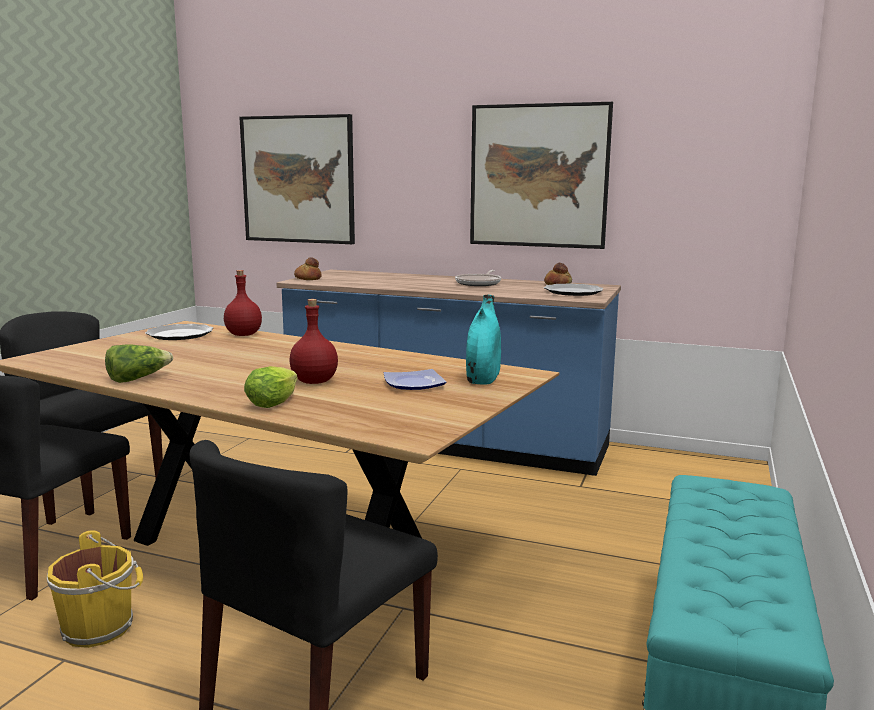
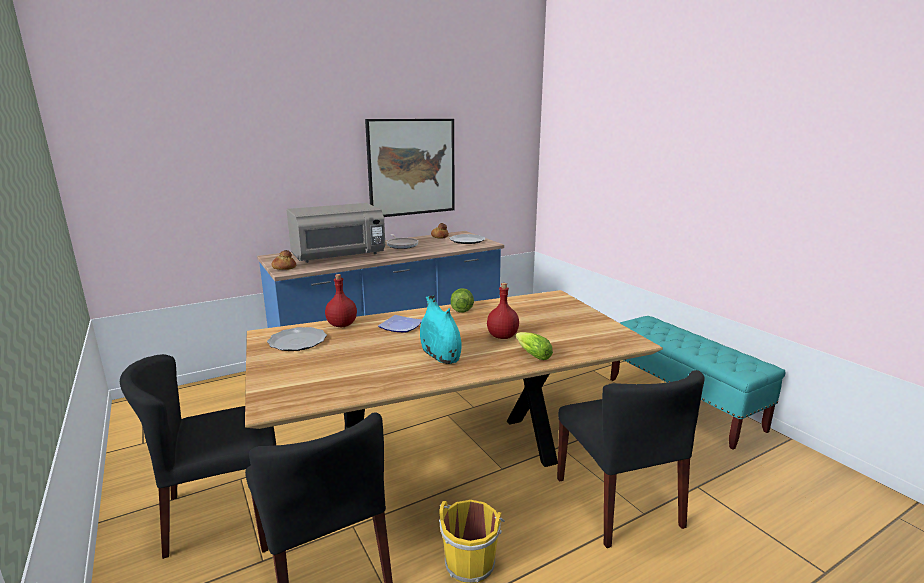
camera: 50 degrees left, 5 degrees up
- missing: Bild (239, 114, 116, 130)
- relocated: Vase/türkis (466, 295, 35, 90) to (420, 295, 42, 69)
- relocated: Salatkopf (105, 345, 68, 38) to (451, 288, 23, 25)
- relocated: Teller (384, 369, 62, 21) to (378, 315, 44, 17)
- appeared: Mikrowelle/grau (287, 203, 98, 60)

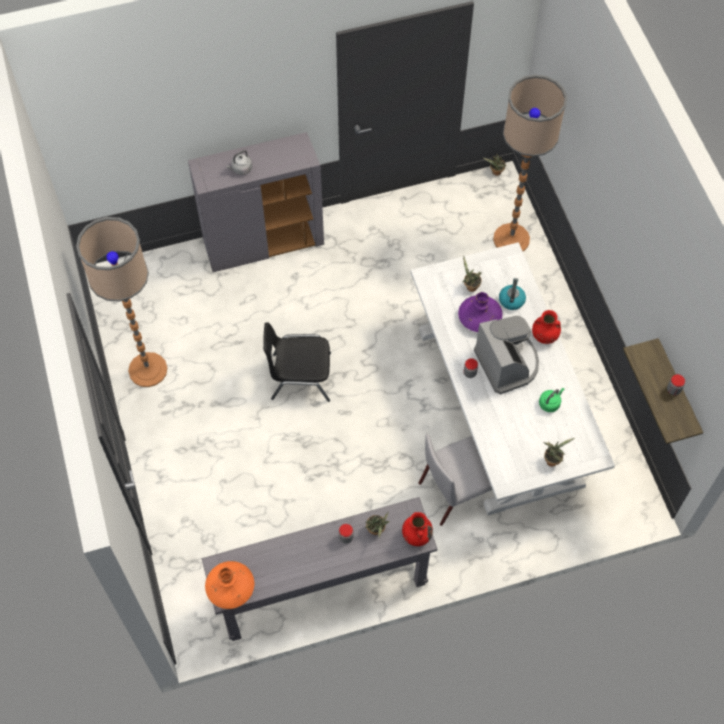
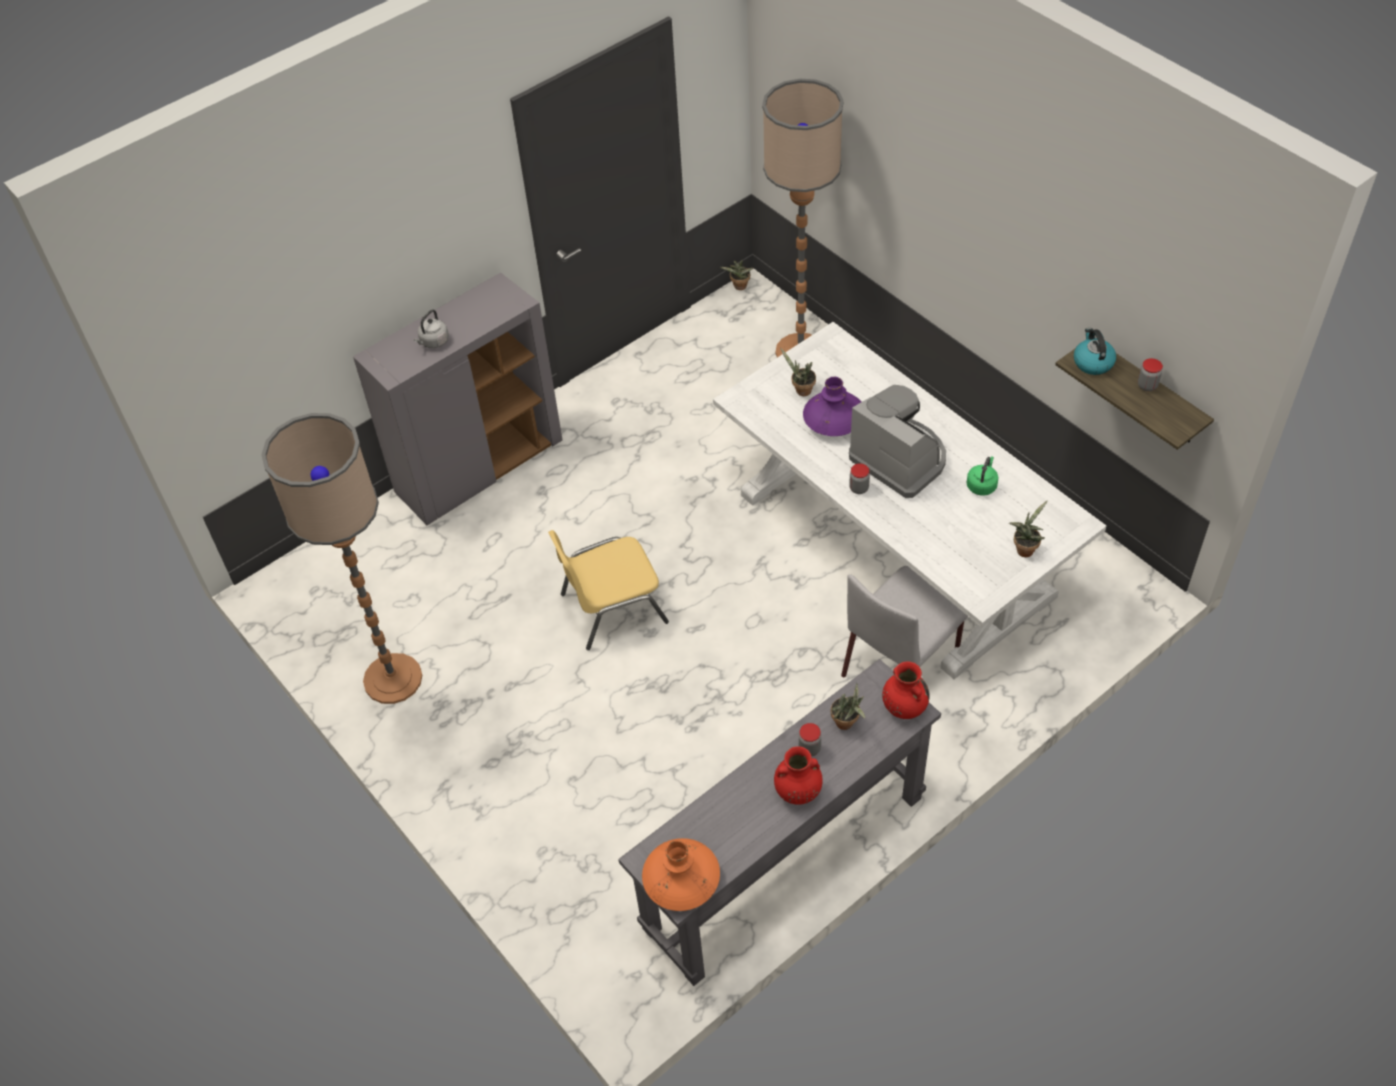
camera: 20 degrees left, 10 degrees down
- relocated: Wasserkessel (499, 278, 27, 32) to (1074, 328, 42, 47)
- relocated: Vase/rot (532, 310, 29, 34) to (774, 746, 49, 59)
- colour: Stuhl/schwarz (263, 322, 68, 80) to Stuhl/gelb (548, 530, 121, 120)

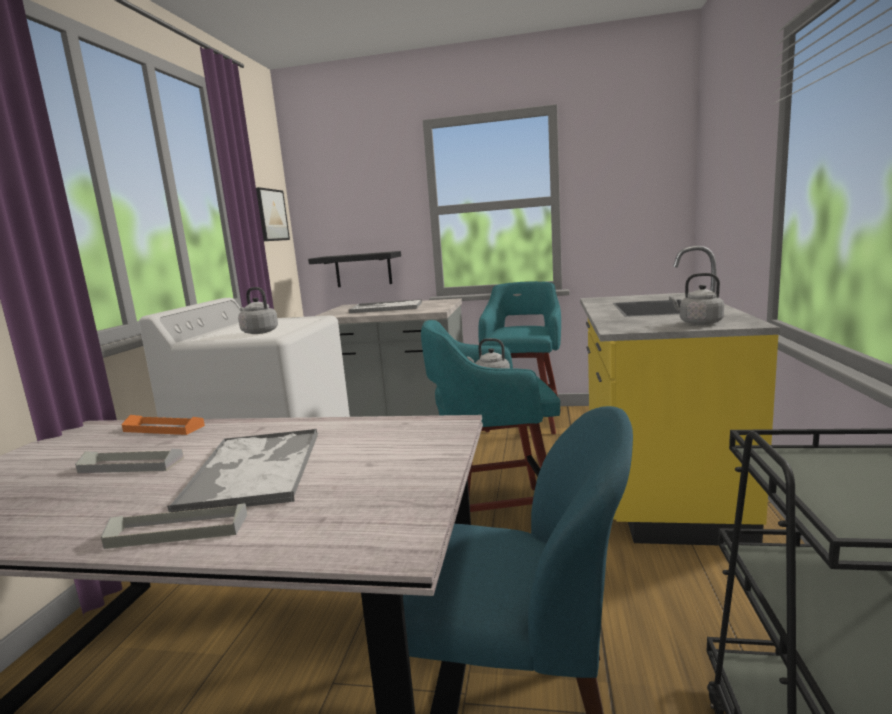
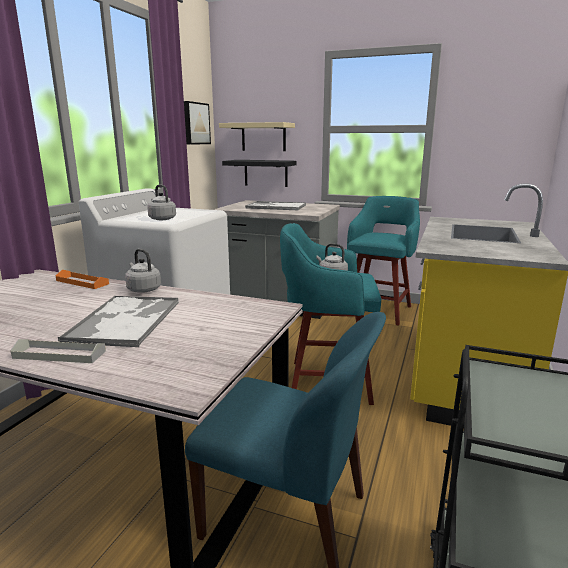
camera: 10 degrees right, 5 degrees up
- relocated: Wasserkessel/grau (669, 273, 55, 52) to (125, 249, 36, 44)
- missing: Tablett/grau (75, 449, 109, 24)
- appeared: Wandregal/beige (219, 122, 76, 29)

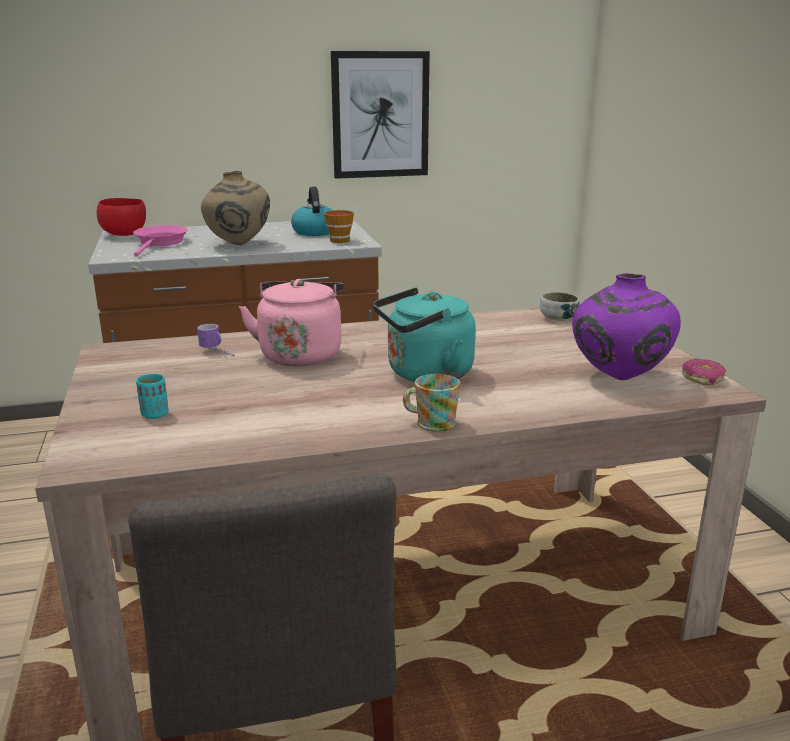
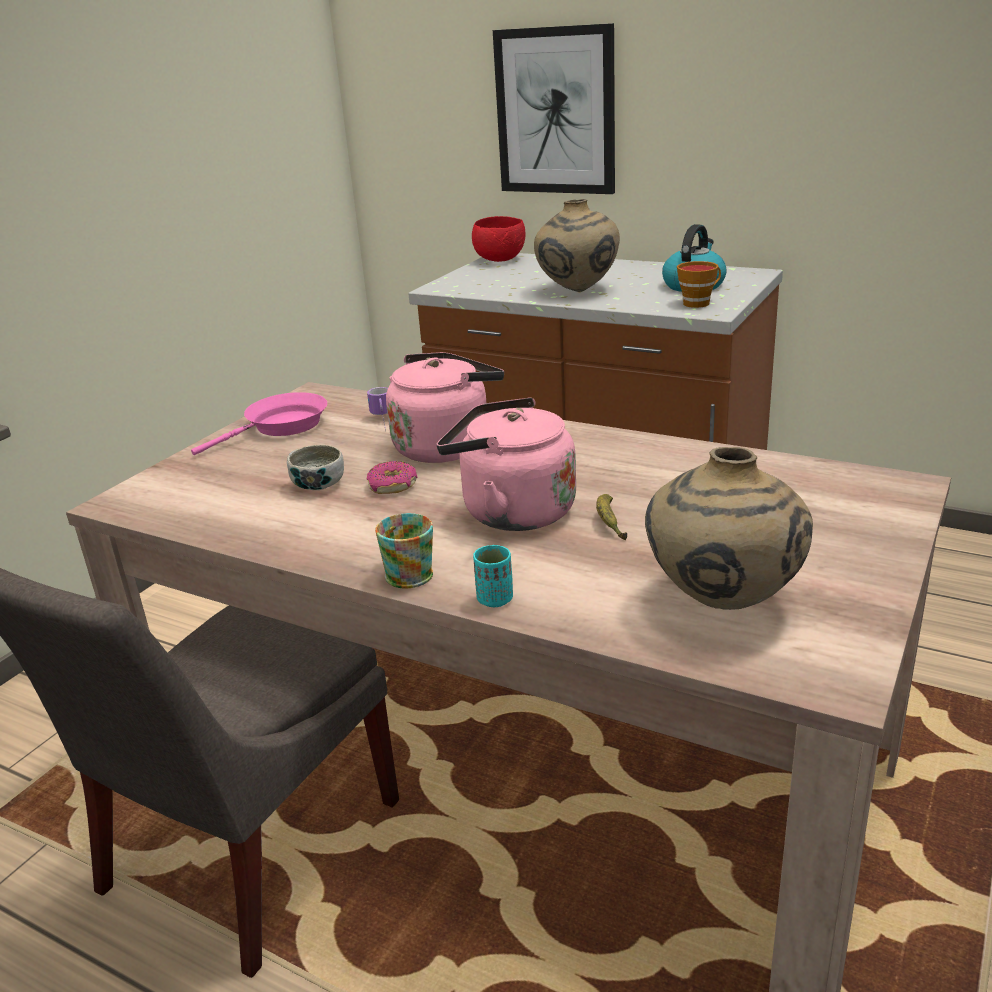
camera: 45 degrees right, 5 degrees up
- relocated: Bild (331, 51, 99, 128) to (493, 23, 122, 171)
- relocated: Pfanne/rosa (133, 225, 55, 32) to (191, 392, 136, 63)
- colour: Vase/lila (572, 273, 109, 107) to Vase/beige (645, 447, 168, 163)
- colour: Wasserkessel/türkis (373, 287, 103, 95) to Wasserkessel/rosa (436, 397, 140, 134)
- relocated: Schüssel (540, 292, 40, 29) to (287, 445, 57, 45)
- relocated: Donut (682, 359, 44, 26) to (367, 461, 50, 33)
- relocated: Tasse/türkis (136, 374, 33, 45) to (473, 545, 40, 62)
- appeared: Banane (596, 494, 31, 46)

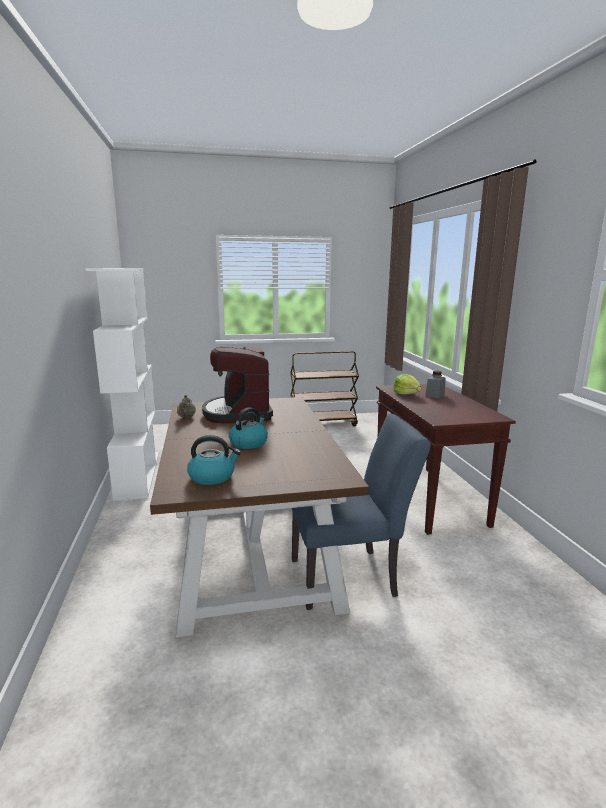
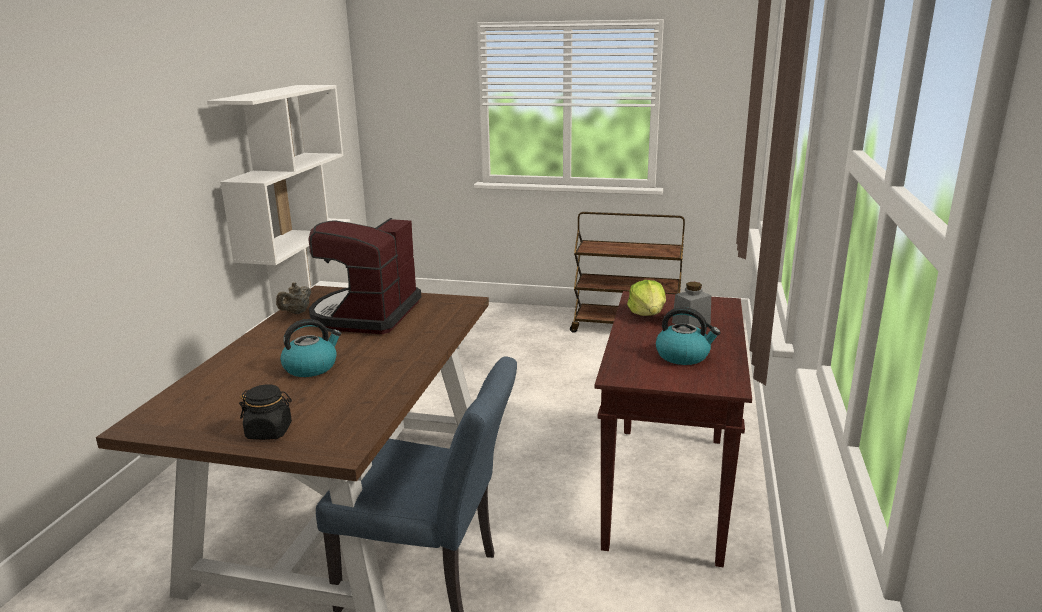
camera: 25 degrees right, 5 degrees up
- relocated: Wasserkessel (187, 435, 54, 50) to (656, 307, 65, 58)
- appeared: Vorratsglas/schwarz (239, 384, 53, 56)

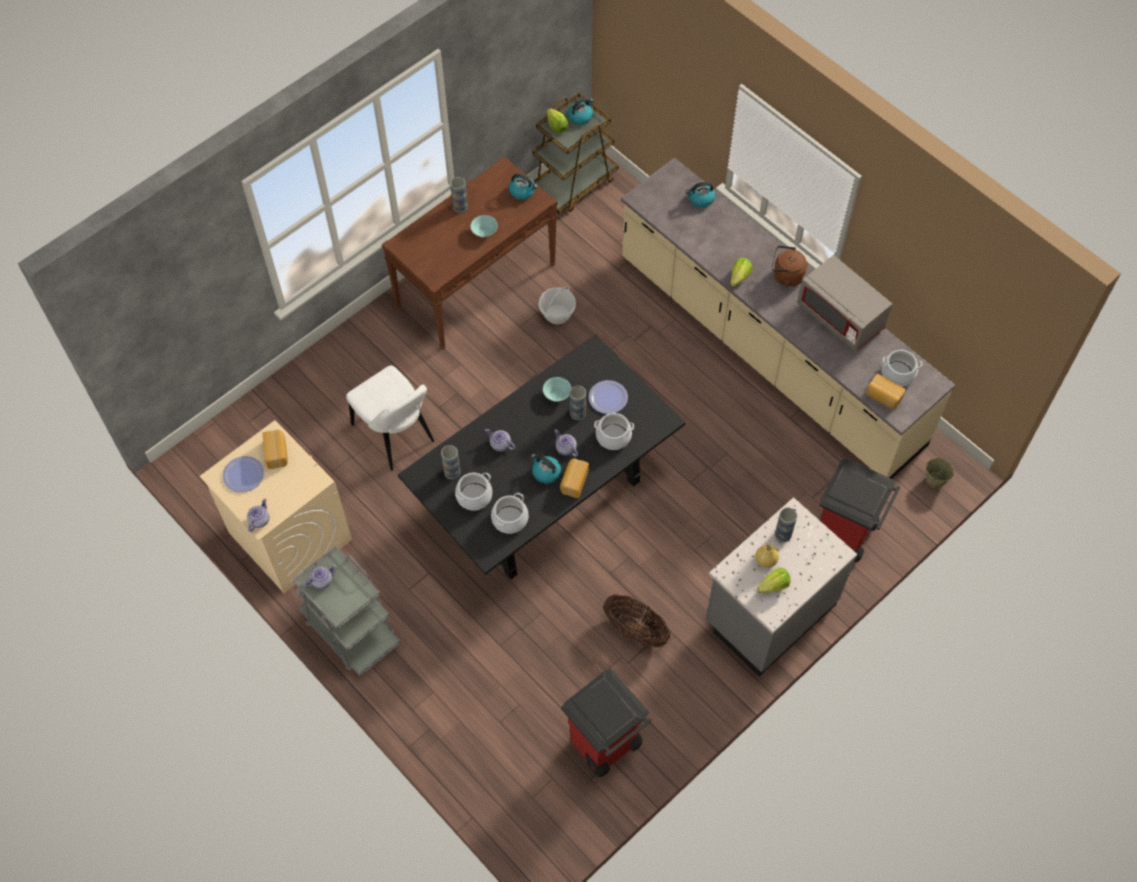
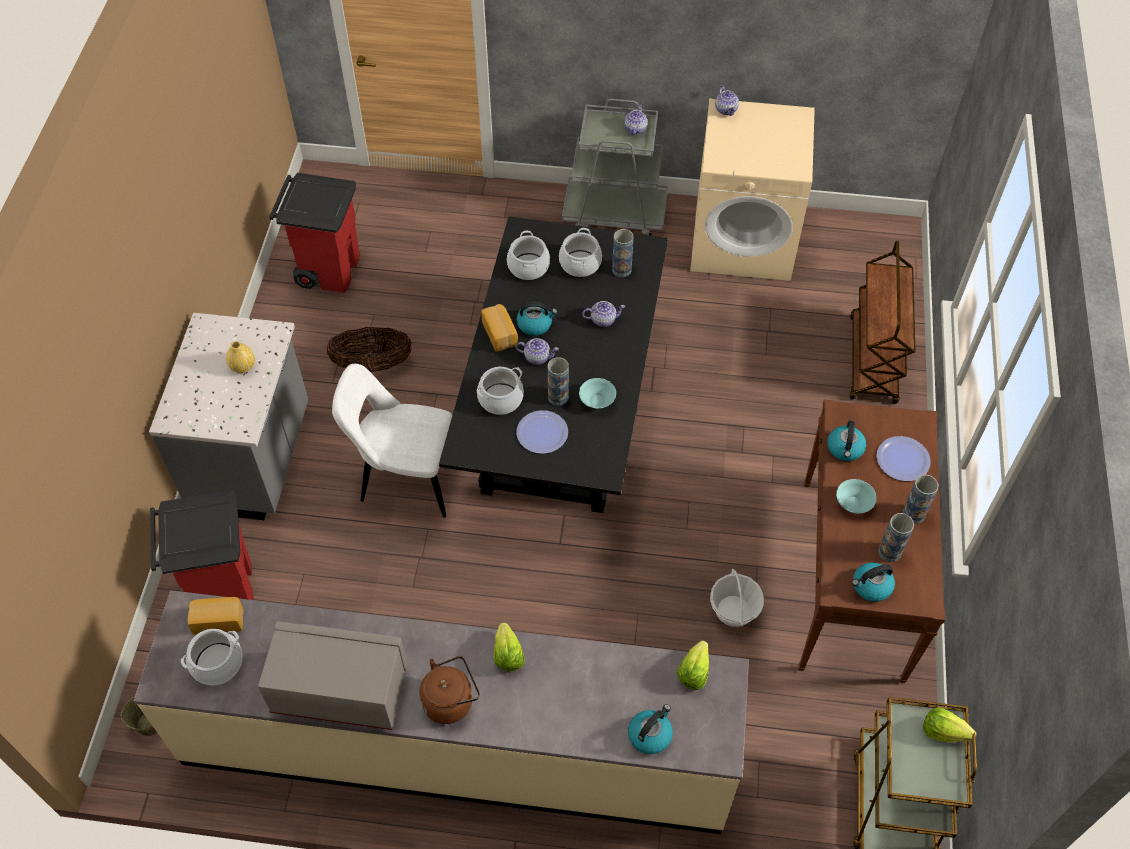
camera: 140 degrees right, 5 degrees down
- relocated: Wasserkessel (568, 98, 26, 27) to (827, 420, 39, 41)
- relocated: Stuhl/weiß (346, 365, 88, 106) to (332, 364, 120, 154)
- missing: Brot (262, 430, 26, 39)
- relocated: Teller (223, 456, 41, 37) to (876, 436, 55, 45)
- relocated: Vase (775, 507, 22, 35) to (878, 513, 36, 49)
- relocated: Salatkopf (757, 568, 33, 25) to (677, 640, 32, 50)
- appeared: Rollwagen/braun (849, 241, 66, 163)

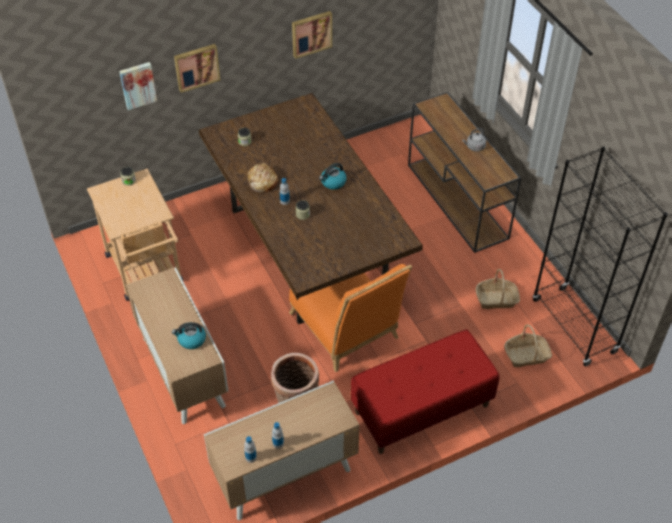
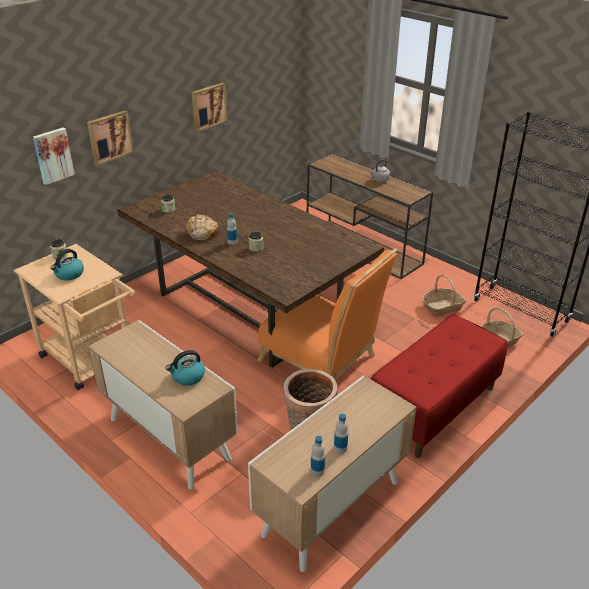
camera: 20 degrees left, 15 degrees down
- relocated: Wasserkessel (319, 163, 28, 27) to (51, 249, 33, 32)

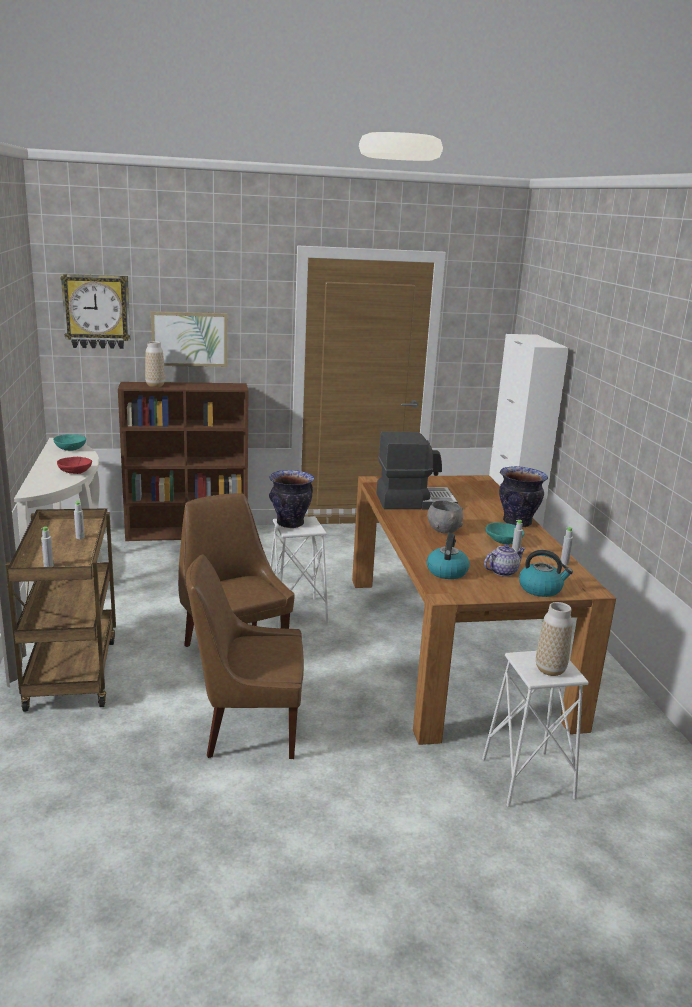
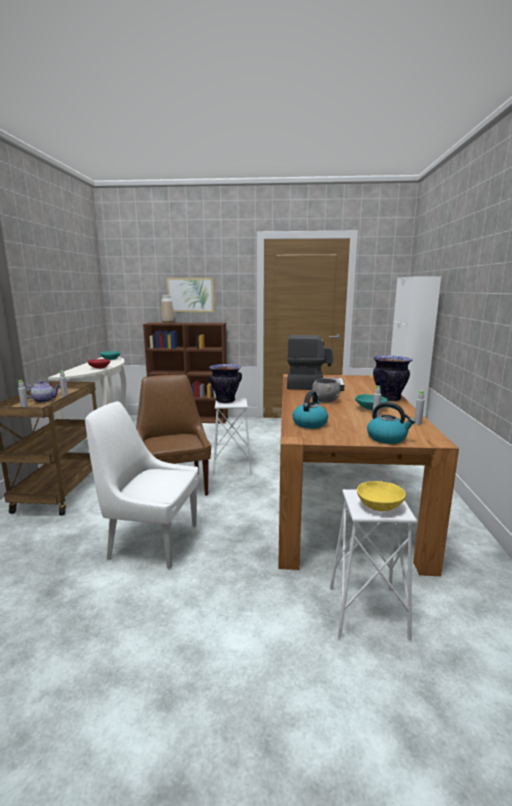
camera: 15 degrees right, 5 degrees down
- missing: Wanduhr (60, 274, 71, 75)
- relocated: Teekanne (484, 544, 42, 33) to (25, 381, 35, 22)
- colour: Stuhl/braun (186, 554, 118, 205) to Stuhl/weiß (85, 401, 113, 168)
- exchanged: Vase (536, 602, 37, 74) to Schüssel/gelb (357, 481, 49, 30)

